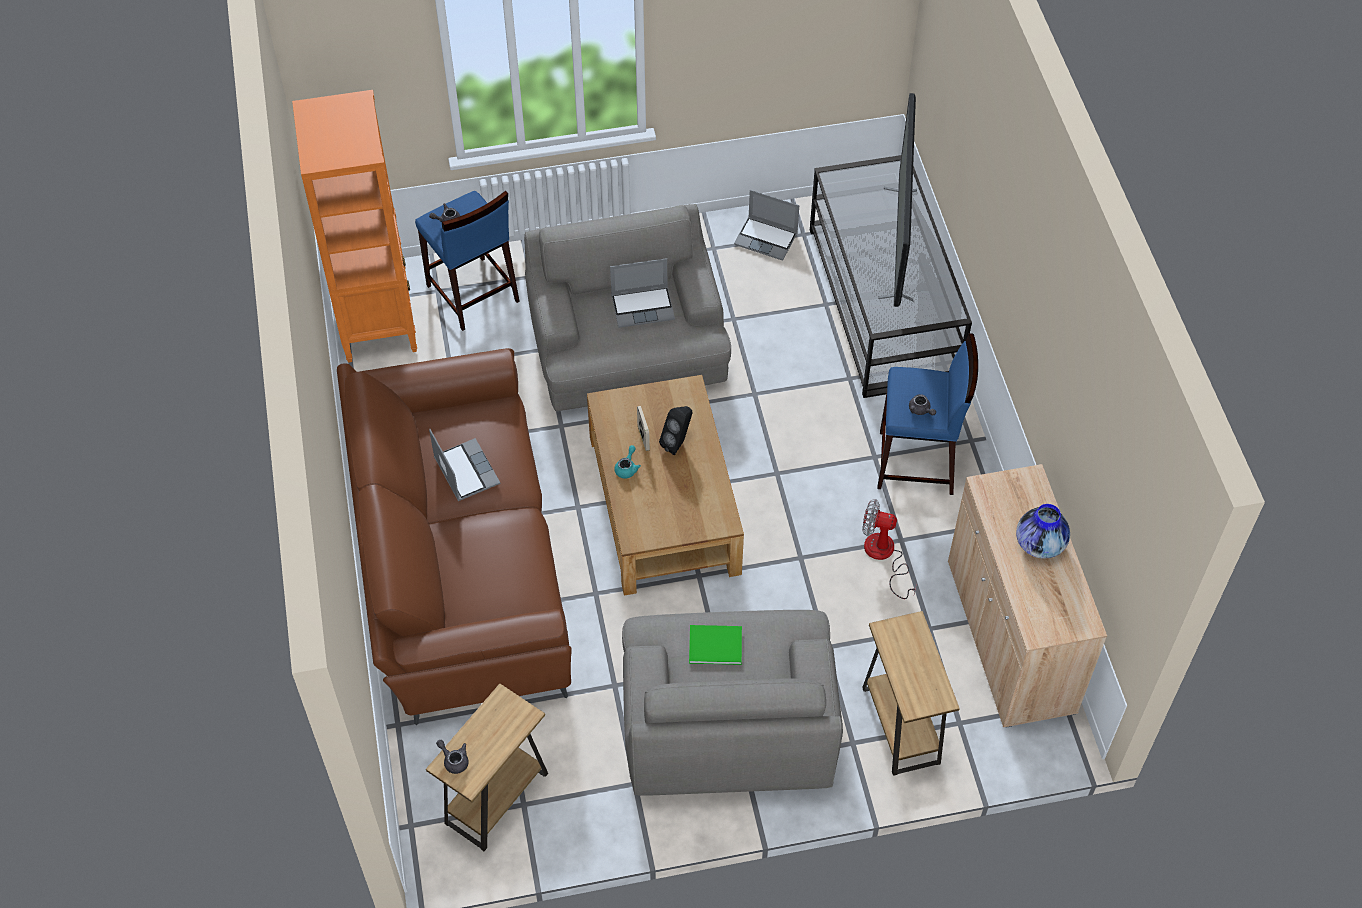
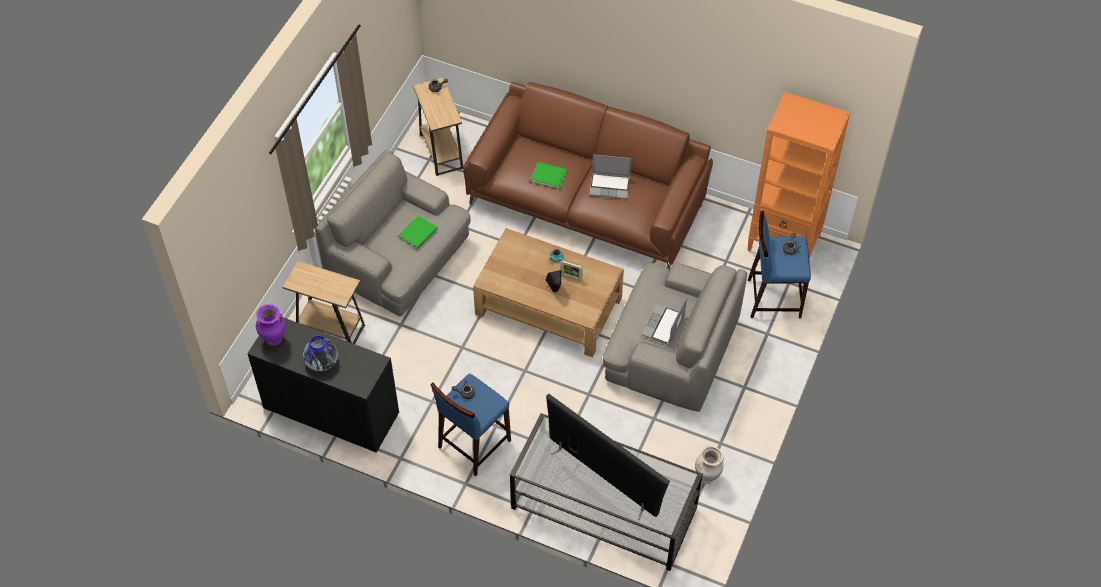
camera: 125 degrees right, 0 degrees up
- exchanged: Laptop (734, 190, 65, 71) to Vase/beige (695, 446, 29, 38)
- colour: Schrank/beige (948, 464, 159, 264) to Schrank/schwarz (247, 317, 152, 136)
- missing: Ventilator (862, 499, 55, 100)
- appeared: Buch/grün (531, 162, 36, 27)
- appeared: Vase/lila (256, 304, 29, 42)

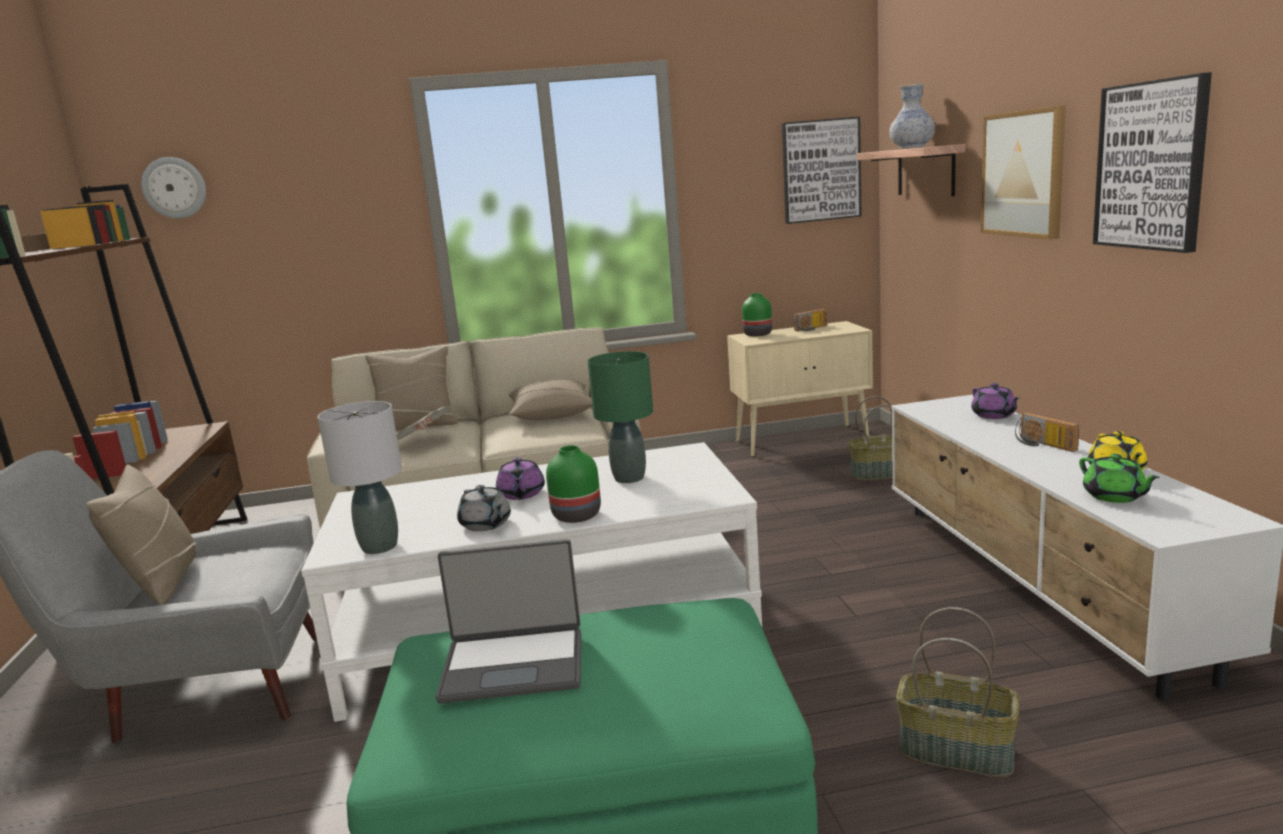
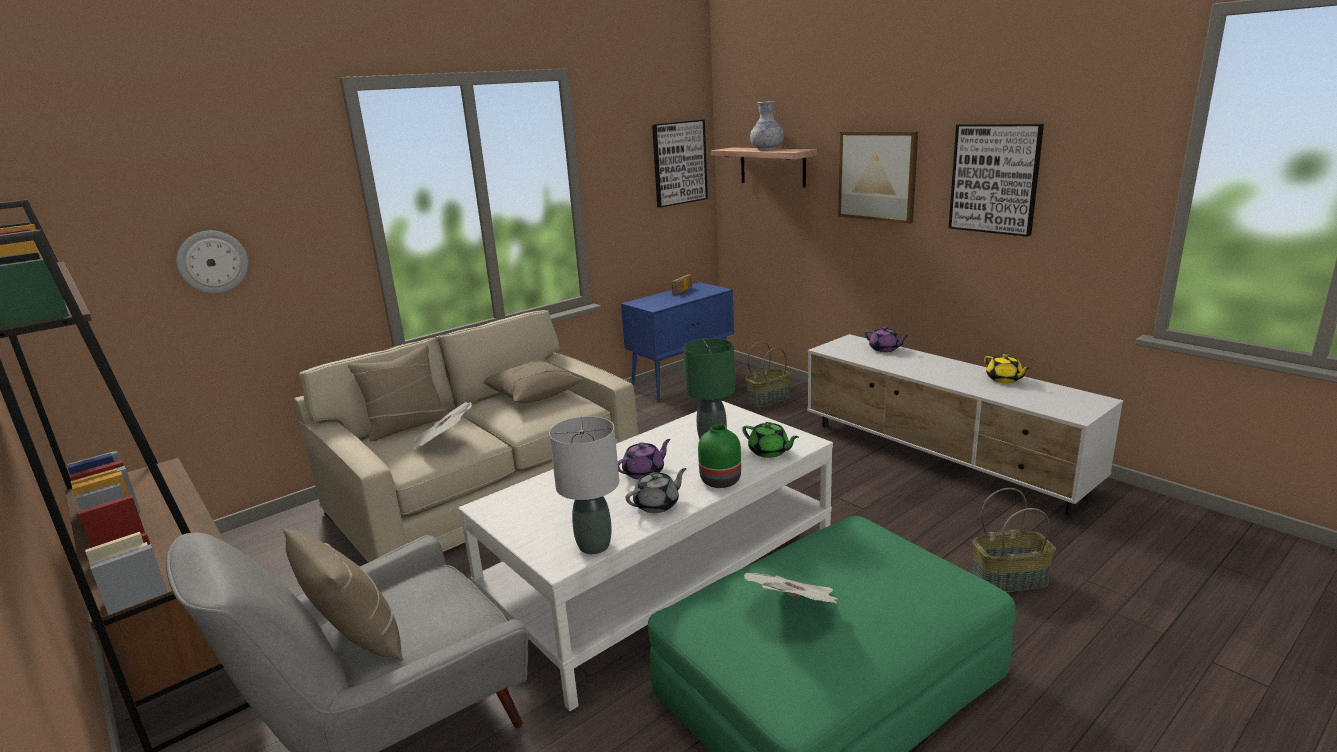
camera: 30 degrees left, 5 degrees up
- relocated: Wanduhr (141, 157, 65, 61) to (177, 231, 72, 62)
- missing: Vase/grün (742, 293, 30, 44)
- colour: Schrank/beige (727, 321, 146, 136) to Schrank/blau (621, 282, 113, 120)
- missing: Radio (1015, 412, 64, 40)
- relocated: Teekanne/grün (1079, 454, 81, 49) to (742, 422, 57, 36)
- spun: Teekanne/lila (496, 457, 49, 43) = (618, 439, 53, 41) 90 degrees counterclockwise
- spun: Teekanne/grau (457, 485, 54, 46) = (626, 468, 61, 45) 60 degrees counterclockwise
- exchanged: Laptop (435, 539, 146, 165) to Zeitung (744, 573, 94, 30)

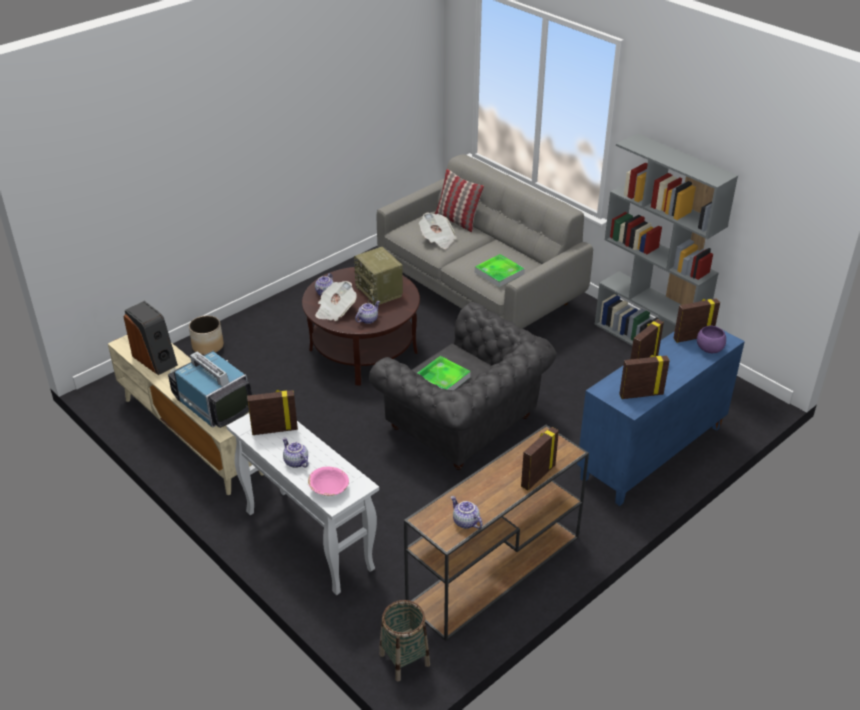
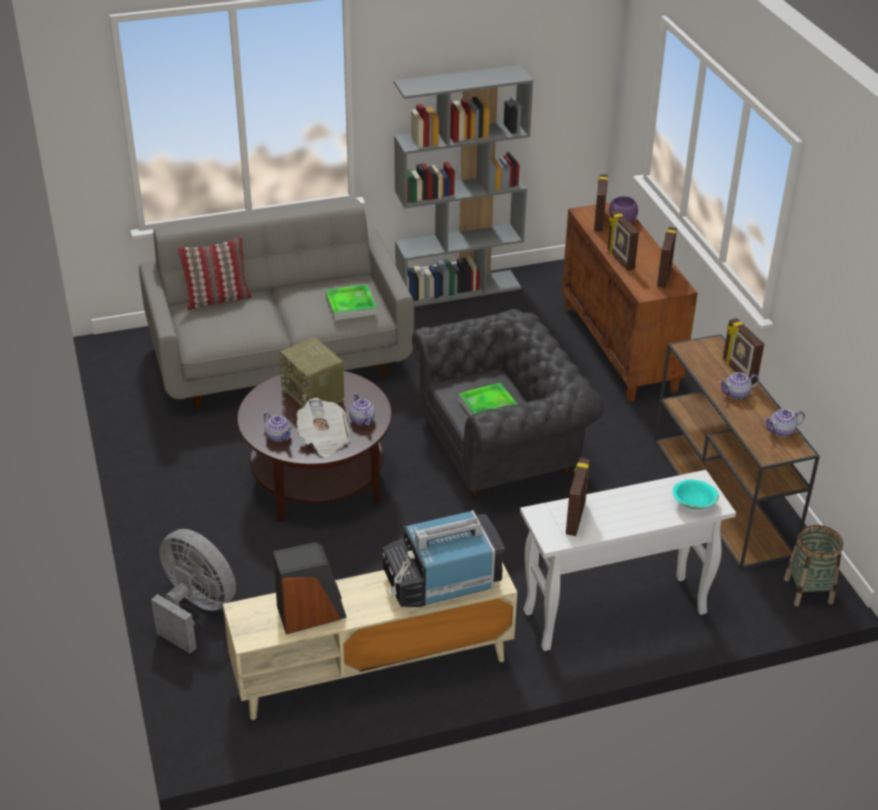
camera: 65 degrees left, 0 degrees up
- missing: Zeitung (419, 213, 38, 36)
- spun: Radio (354, 247, 49, 58) = (279, 337, 65, 73) 60 degrees clockwise
- exchanged: Pflanzkübel (189, 316, 35, 39) to Ventilator/grau (151, 529, 85, 125)
- colour: Schrank/blau (577, 330, 168, 176) to Schrank/braun (562, 202, 136, 200)
- relocated: Teekanne (282, 438, 26, 30) to (719, 372, 40, 27)
- colour: Schüssel/rosa (308, 467, 41, 29) to Schüssel/türkis (673, 479, 46, 30)

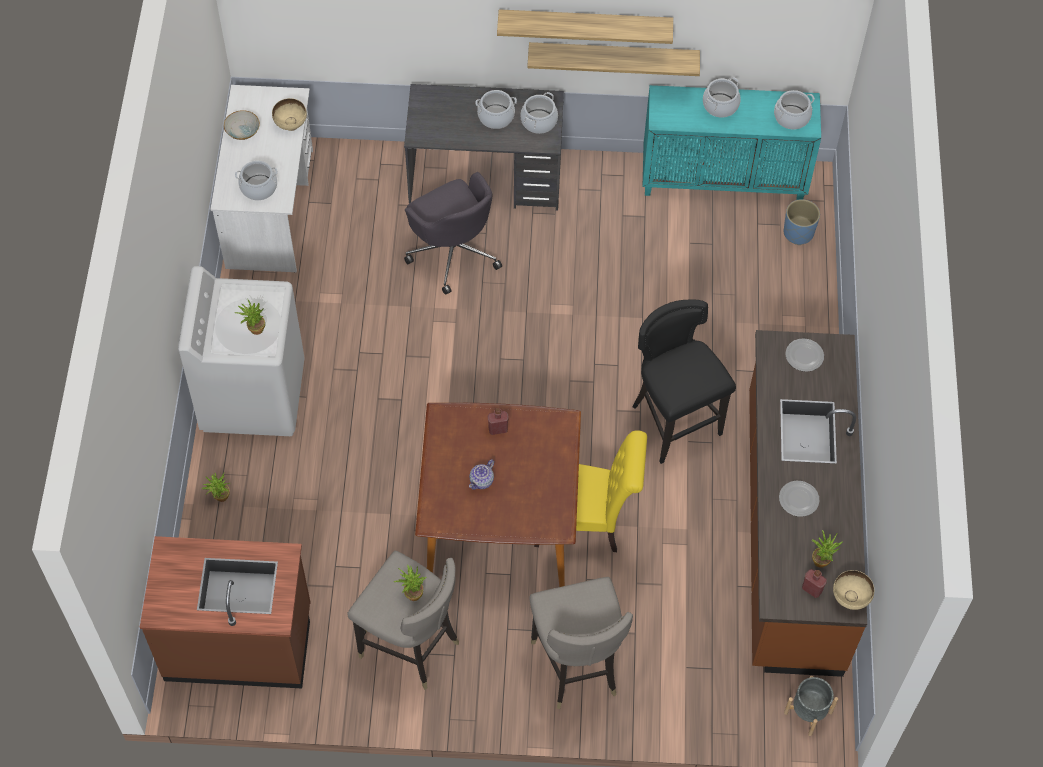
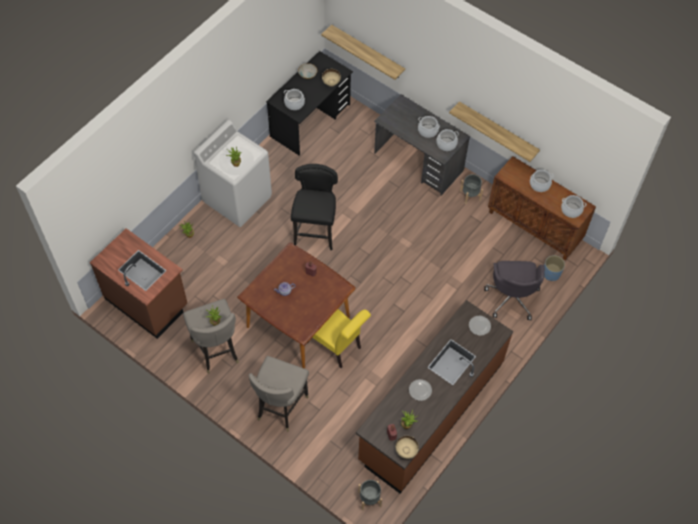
camera: 35 degrees right, 0 degrees up
- relocated: Wandregal (497, 9, 176, 35) to (321, 24, 84, 56)
- colour: Schreibtisch/weiß (210, 85, 103, 187) to Schreibtisch/schwarz (266, 51, 87, 105)
- colour: Schrank/türkis (643, 85, 178, 115) to Schrank/braun (488, 156, 108, 104)
- relocated: Bürostuhl/grau (404, 172, 98, 123) to (484, 261, 61, 59)
- relocated: Hocker/schwarz (632, 299, 104, 165) to (291, 164, 47, 86)
- appeared: Pflanzkübel/grau (460, 174, 23, 30)

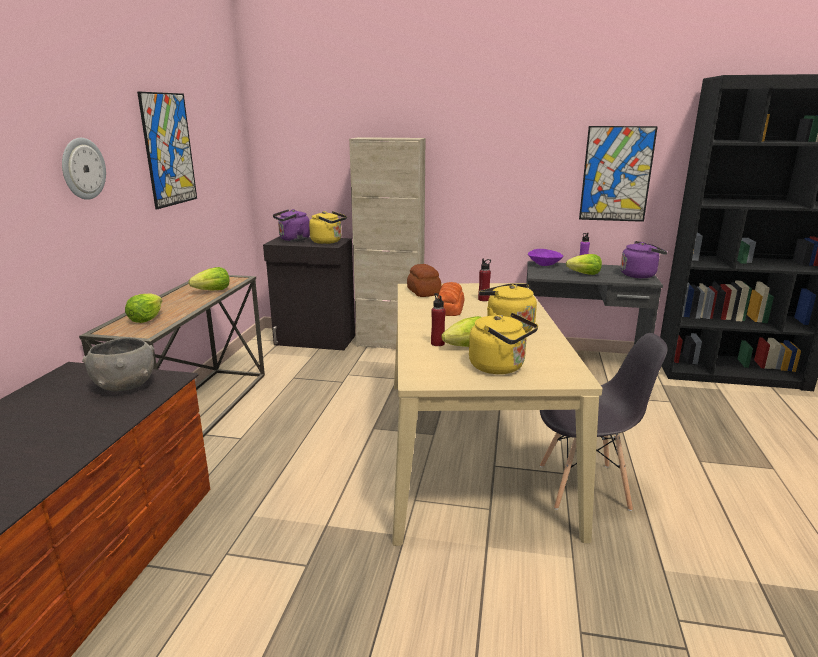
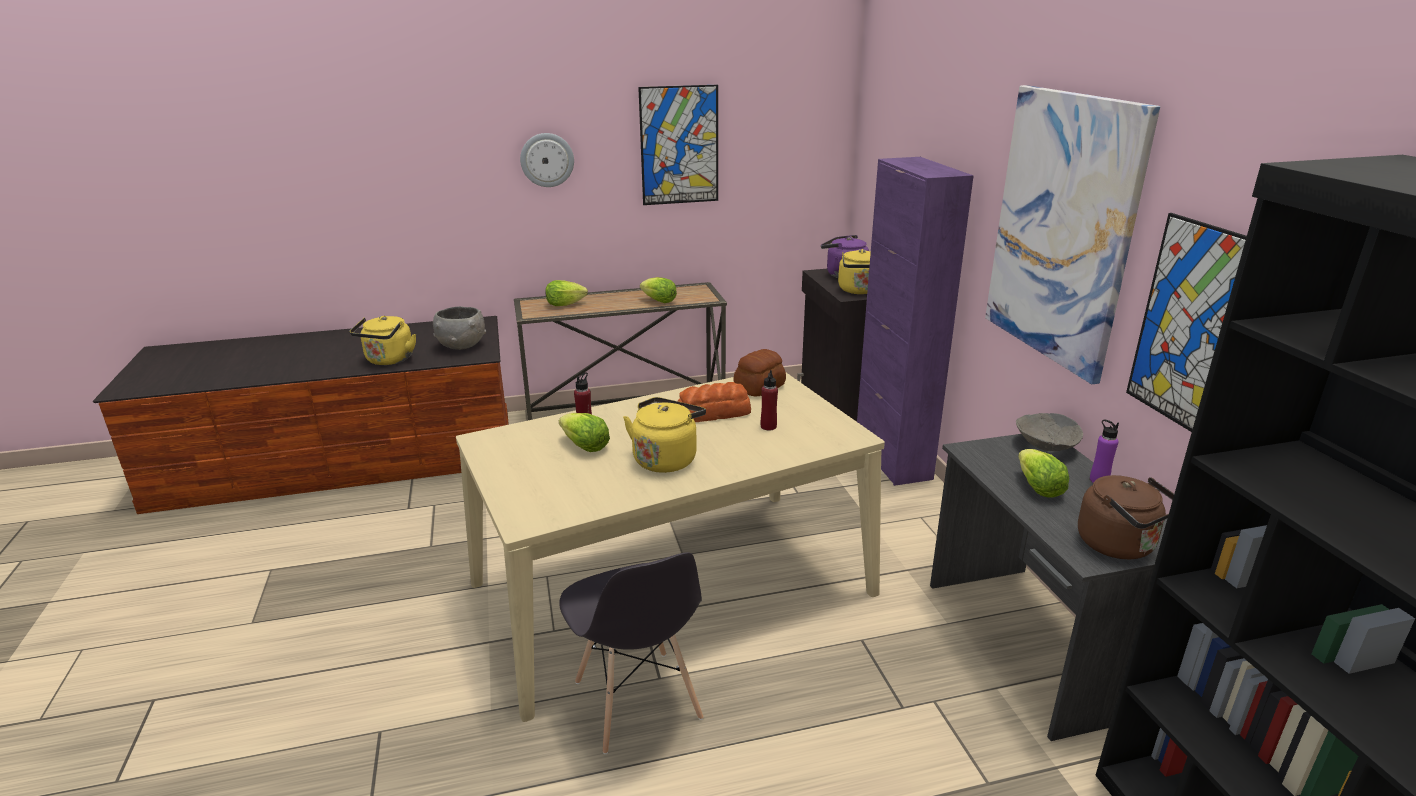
camera: 65 degrees right, 5 degrees up
- colour: Schrank/beige (349, 137, 76, 212) to Schrank/lila (857, 157, 117, 329)
- colour: Wasserkessel/lila (621, 241, 46, 37) to Wasserkessel/braun (1078, 475, 96, 84)
- colour: Schüssel/lila (528, 249, 35, 17) to Schüssel/grau (1016, 413, 67, 38)
- relocated: Wasserkessel/gelb (469, 313, 69, 61) to (350, 316, 66, 49)
- appeared: Bild (985, 85, 175, 299)

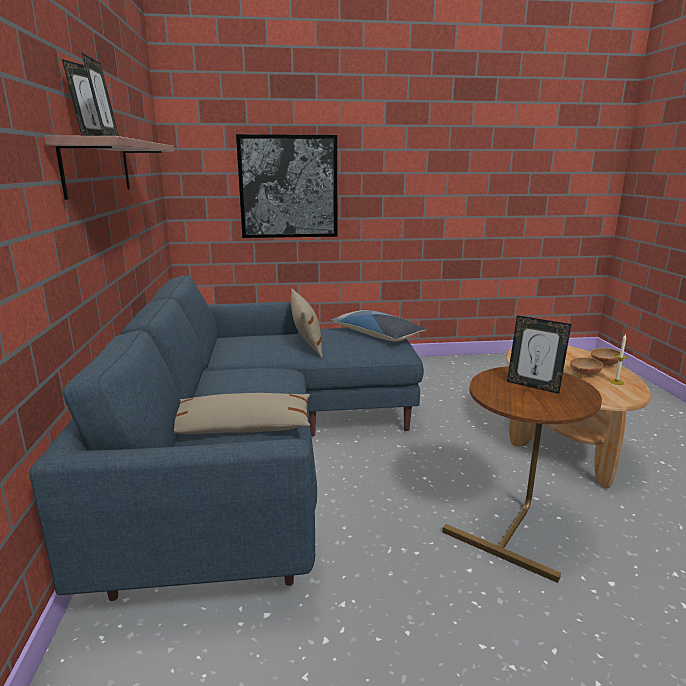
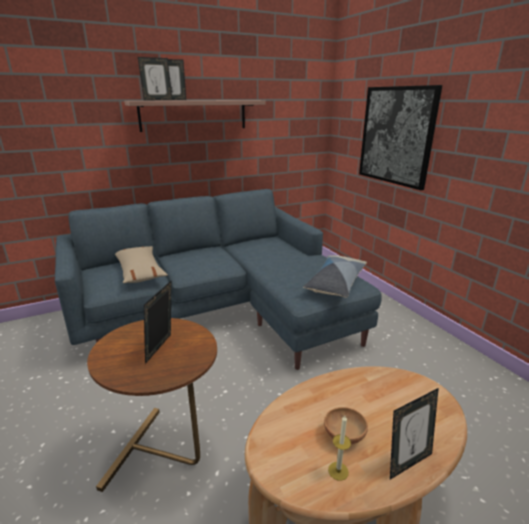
camera: 70 degrees right, 5 degrees up
- missing: Kissen/beige (291, 288, 31, 69)
- exchanged: Schüssel/braun (591, 348, 29, 18) to Bilderrahmen (390, 388, 49, 92)

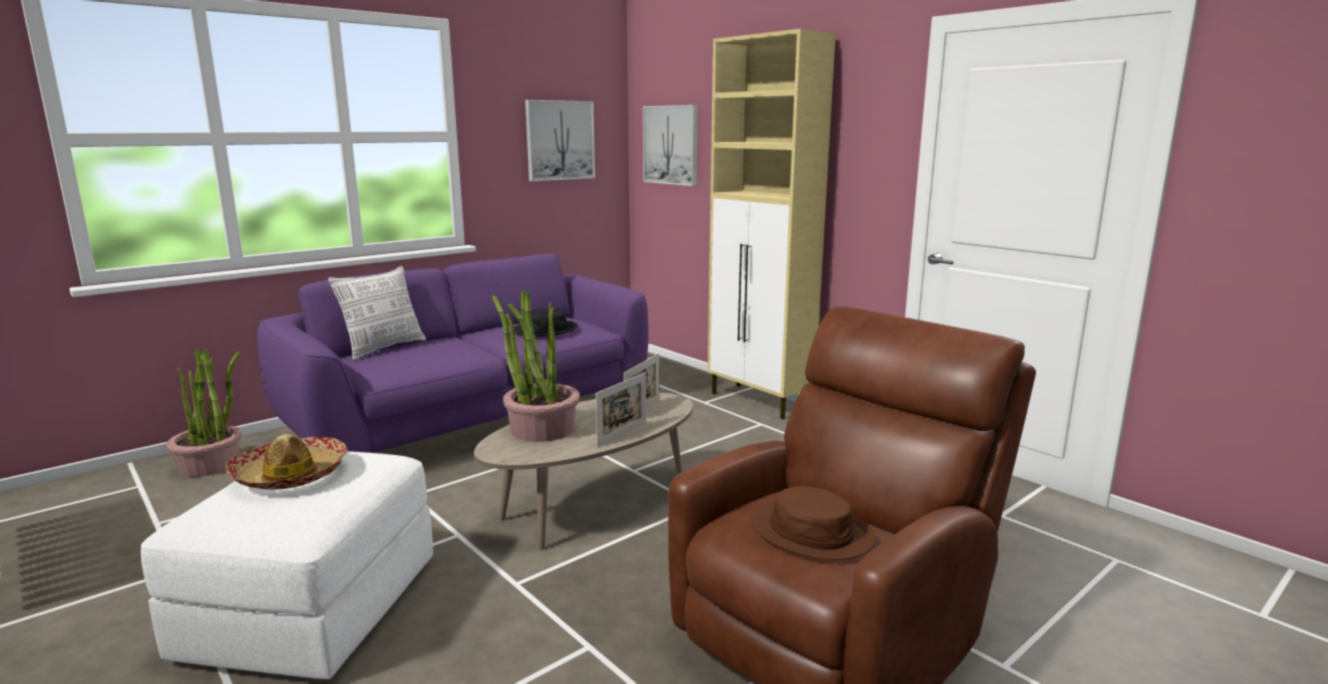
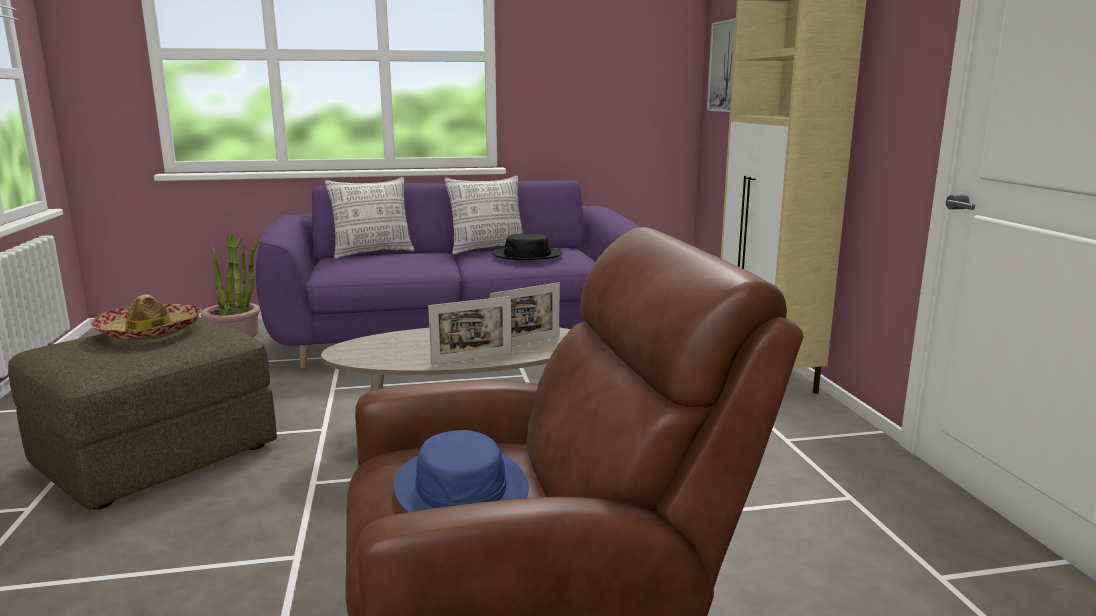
camera: 30 degrees right, 0 degrees up
- missing: Bild (525, 100, 70, 81)
- missing: Topfpflanze (492, 290, 88, 152)
- colour: Polsterhocker/weiß (141, 451, 292, 228) to Polsterhocker/braun (8, 317, 269, 193)
- colour: Hut/braun (751, 486, 125, 74) to Hut/blau (394, 430, 135, 82)
- appeared: Kissen (444, 176, 79, 78)

